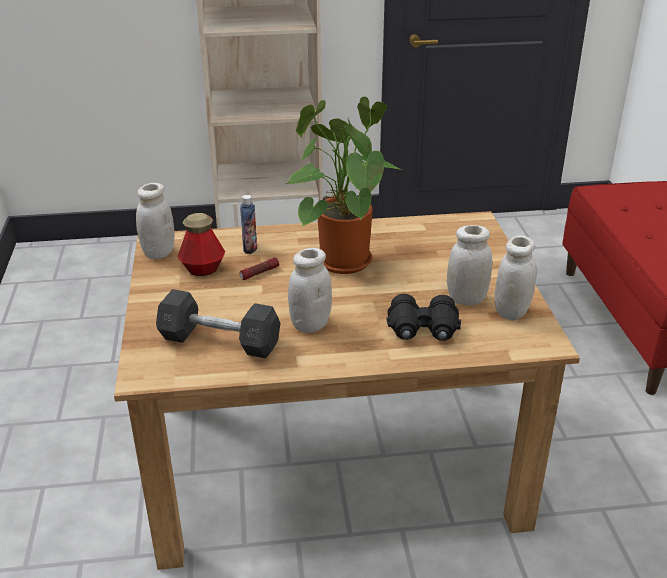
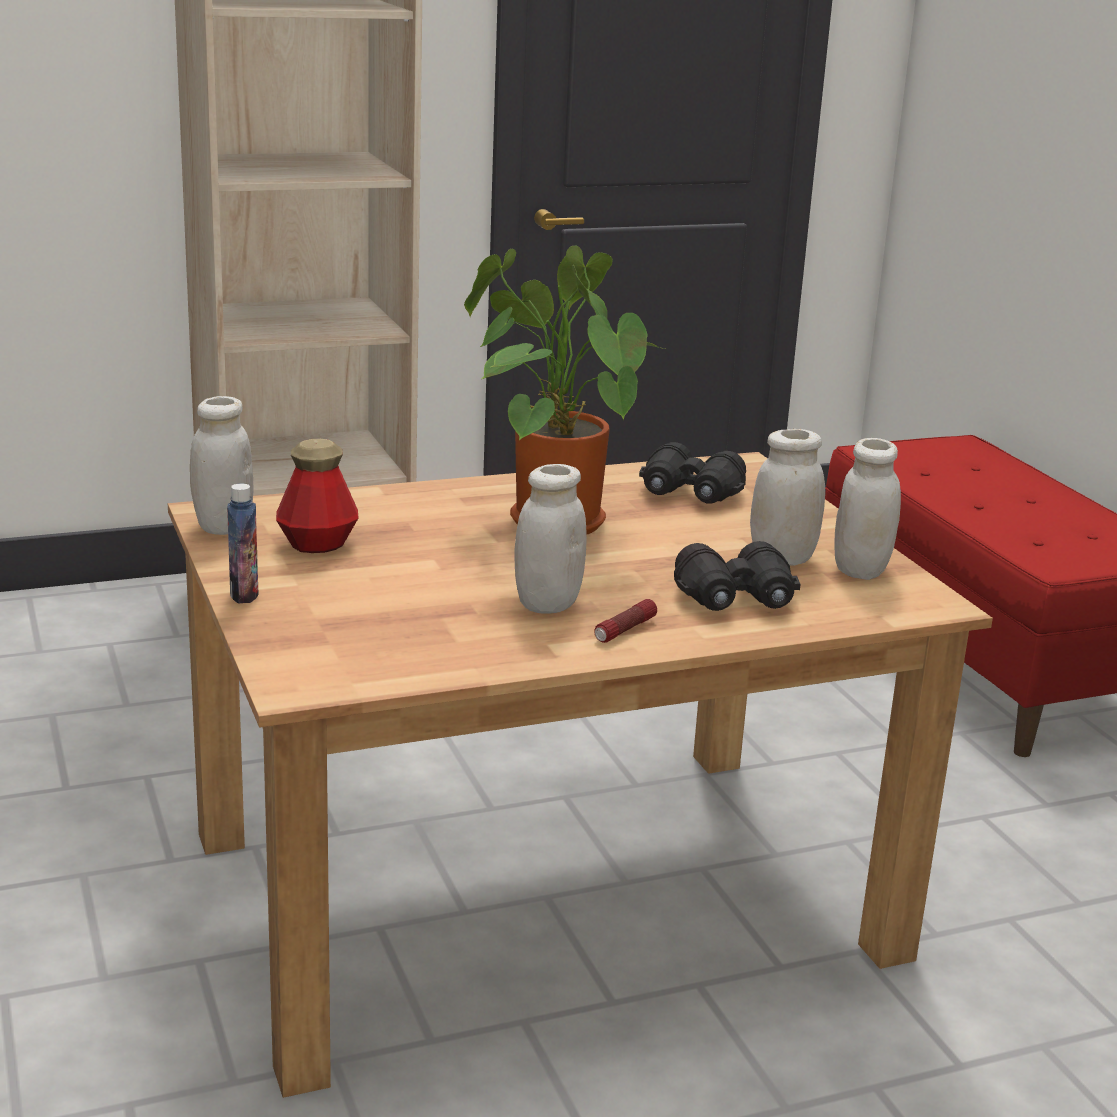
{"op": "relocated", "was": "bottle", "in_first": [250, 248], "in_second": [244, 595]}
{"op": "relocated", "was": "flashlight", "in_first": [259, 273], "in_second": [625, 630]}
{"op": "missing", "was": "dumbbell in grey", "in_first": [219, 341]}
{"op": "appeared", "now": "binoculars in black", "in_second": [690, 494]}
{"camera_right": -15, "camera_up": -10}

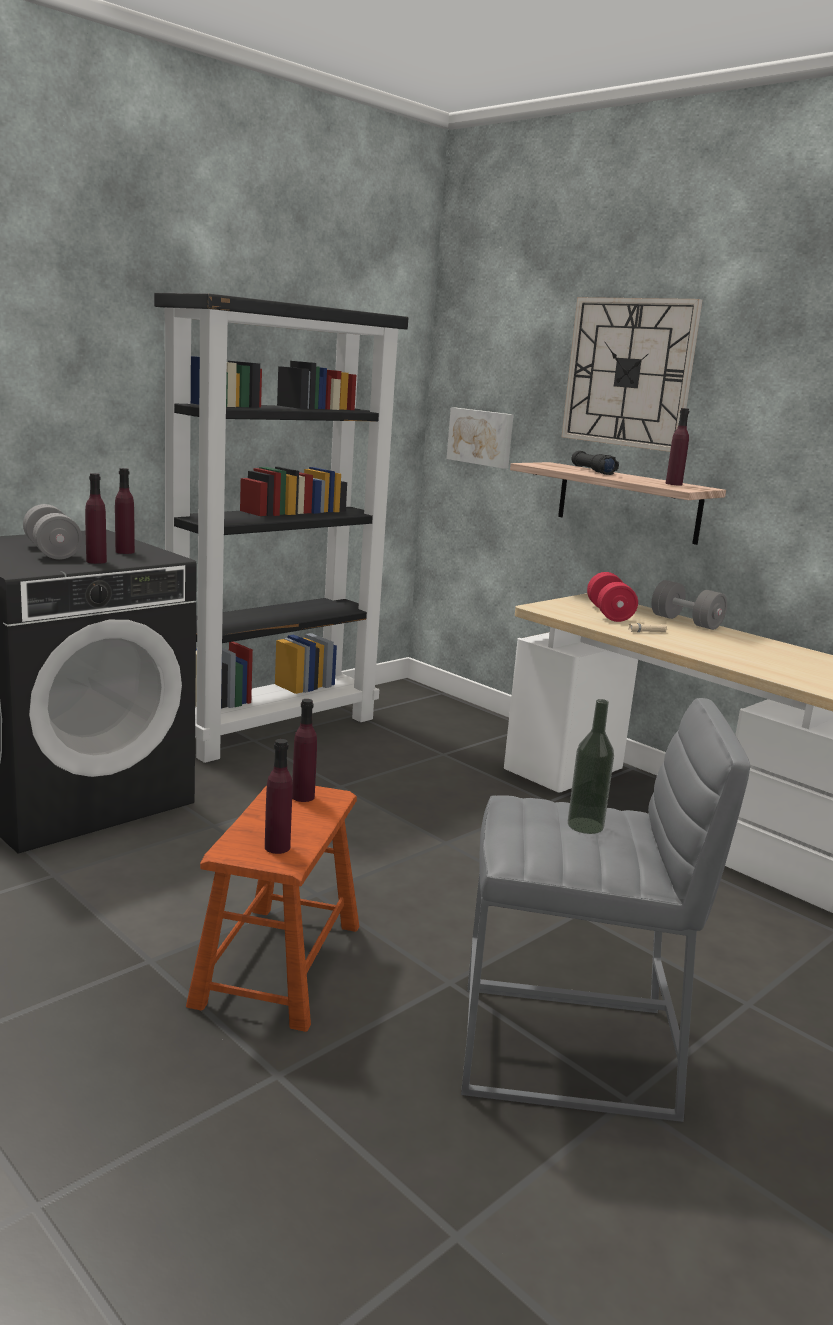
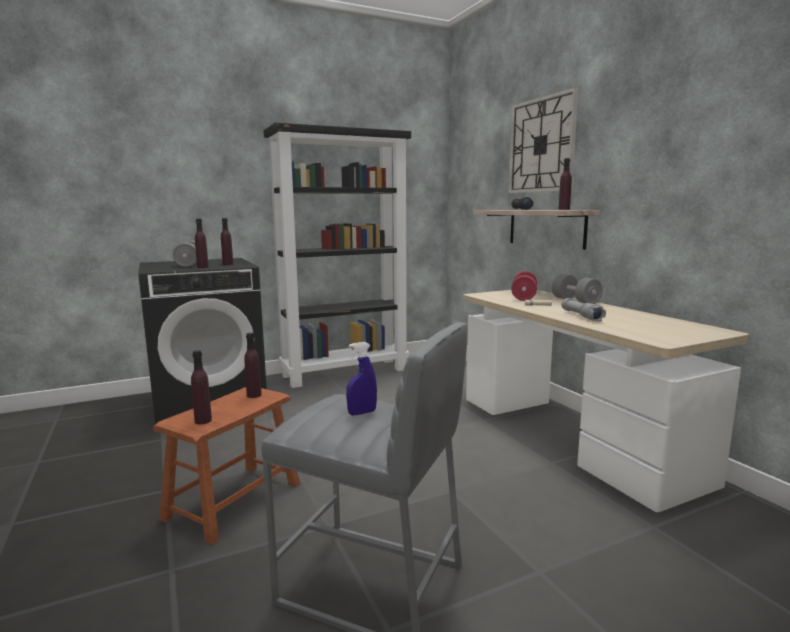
{"op": "missing", "was": "picture", "in_first": [481, 437]}
{"op": "exchanged", "was": "bottle", "now": "spray bottle in blue", "in_first": [585, 825], "in_second": [362, 413]}
{"op": "appeared", "now": "flashlight in grey", "in_second": [581, 316]}
{"camera_right": 20, "camera_up": -5}

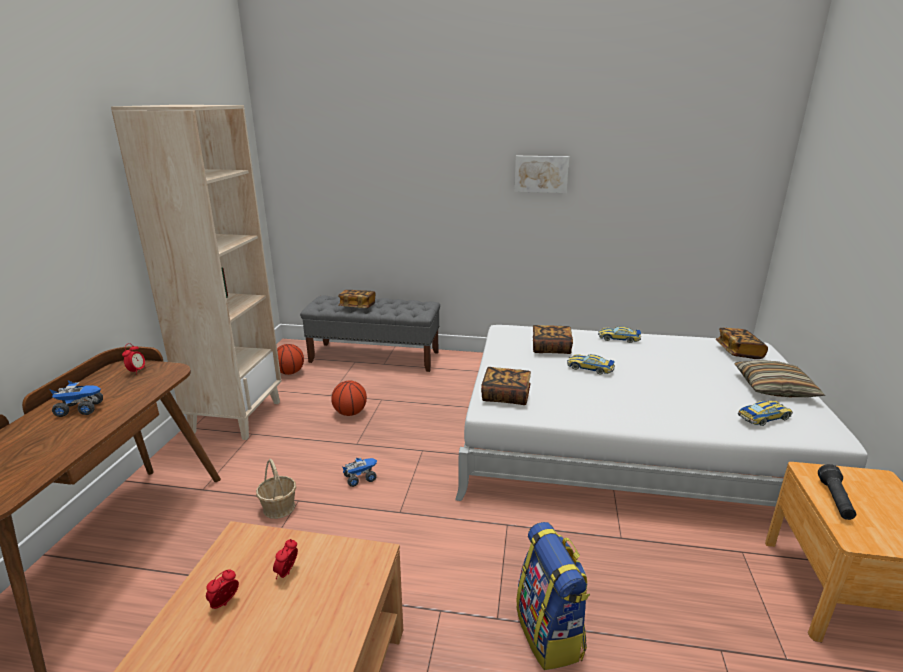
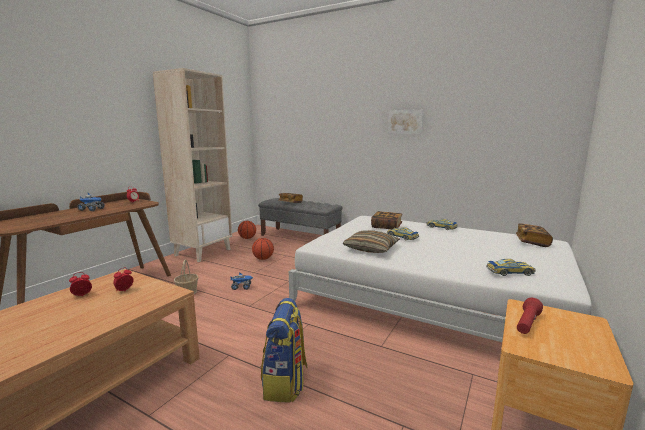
{"op": "relocated", "was": "pillow", "in_first": [774, 388], "in_second": [371, 248]}
{"op": "missing", "was": "book", "in_first": [506, 396]}
{"op": "colour", "was": "flashlight in black", "now": "flashlight in red", "in_first": [835, 500], "in_second": [527, 324]}
{"camera_right": 20, "camera_up": -10}

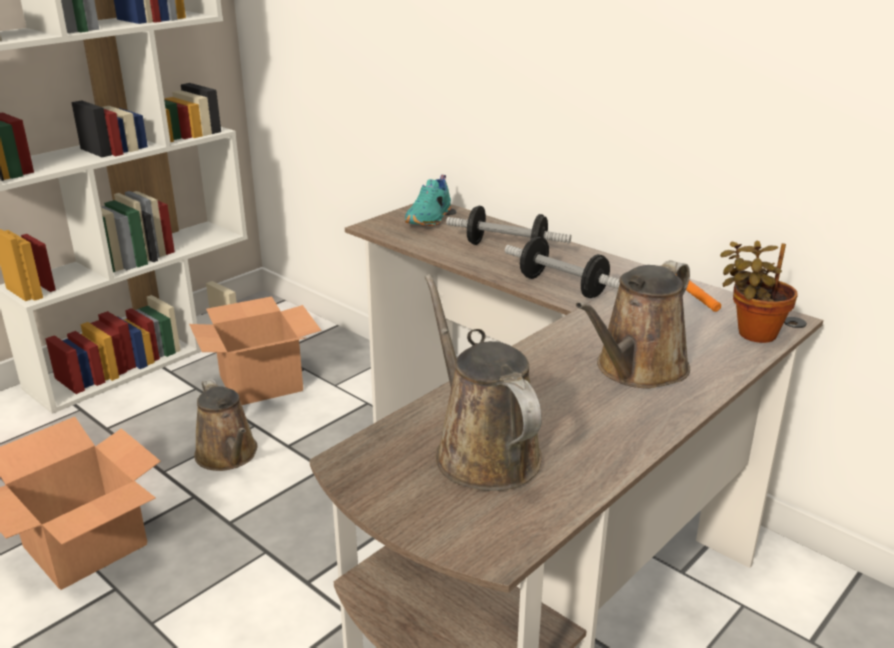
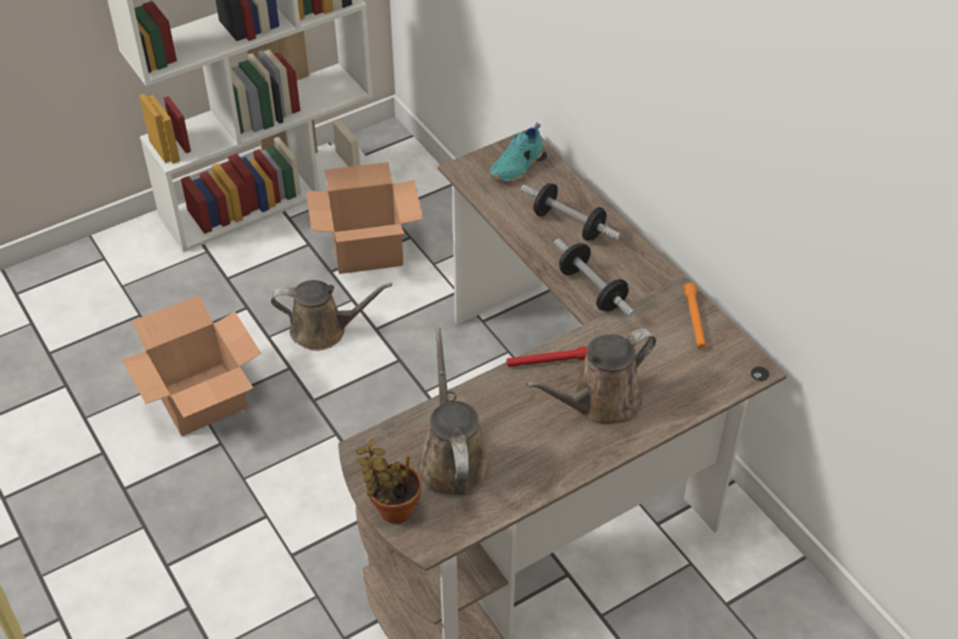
{"op": "relocated", "was": "potted plant", "in_first": [752, 334], "in_second": [392, 509]}
{"op": "spun", "was": "watering can in brown", "in_first": [228, 456], "in_second": [324, 330], "clockwise": -75}
{"op": "appeared", "now": "flashlight in red", "in_second": [548, 361]}
{"camera_right": 15, "camera_up": 20}

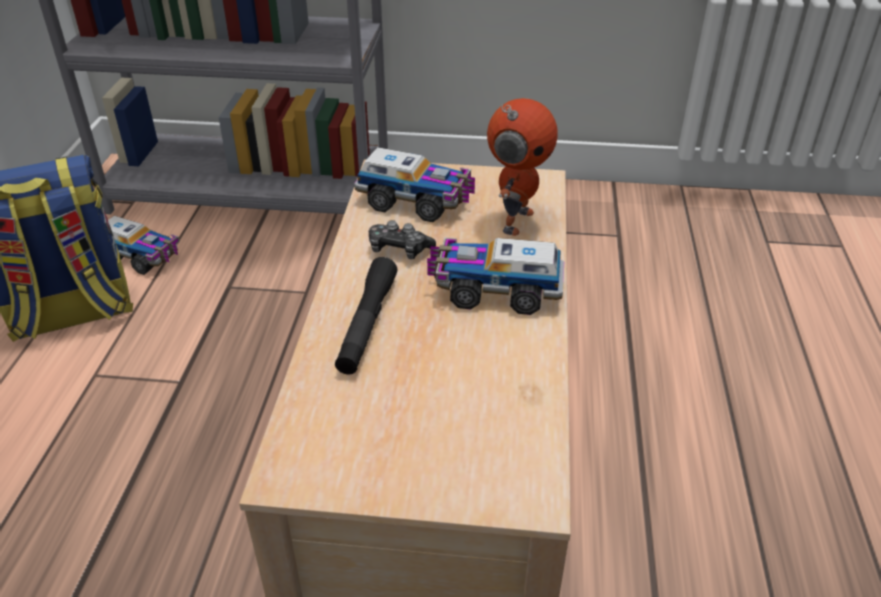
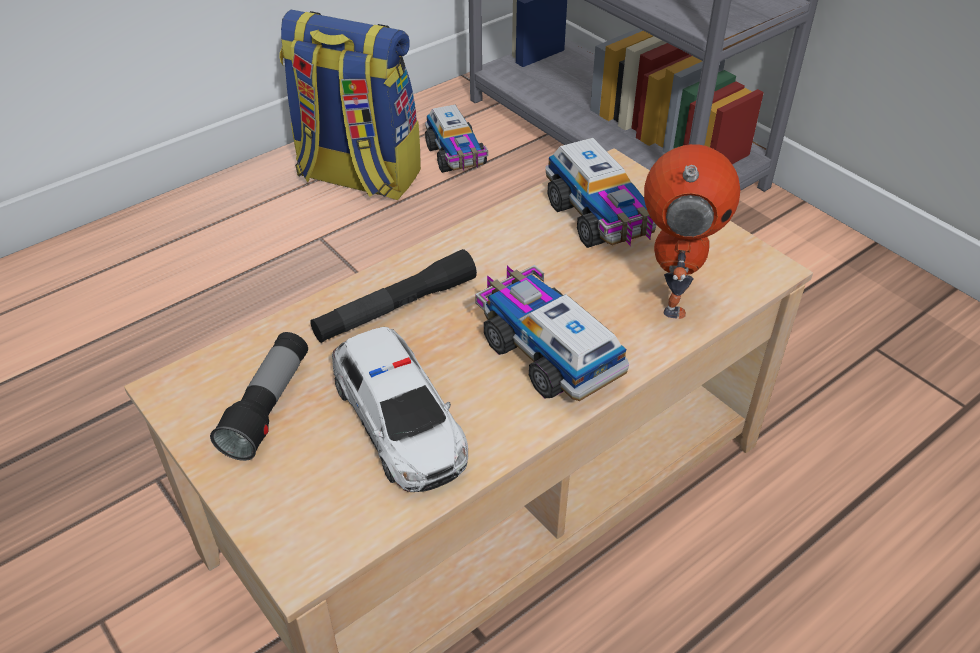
{"op": "spun", "was": "toy robot", "in_first": [515, 220], "in_second": [671, 295], "clockwise": -60}
{"op": "missing", "was": "game controller", "in_first": [399, 249]}
{"op": "appeared", "now": "toy car", "in_second": [400, 421]}
{"op": "appeared", "now": "flashlight", "in_second": [268, 407]}
{"camera_right": 45, "camera_up": 5}

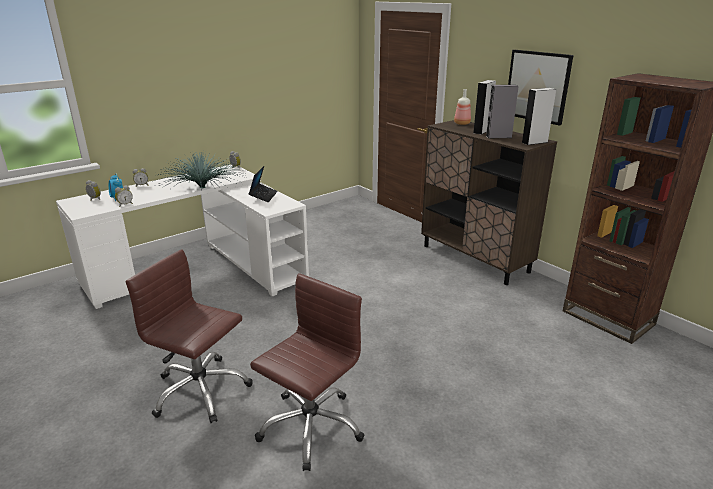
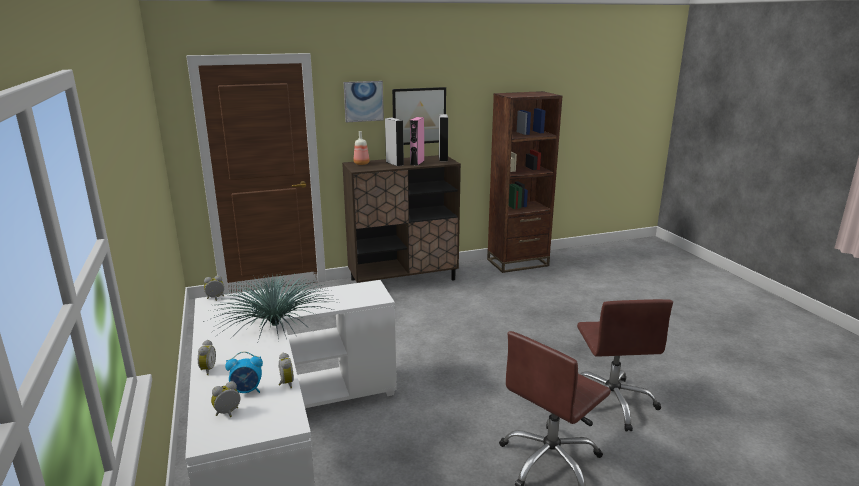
{"op": "colour", "was": "speaker in grey", "now": "speaker in pink", "in_first": [498, 137], "in_second": [417, 162]}
{"op": "missing", "was": "laptop", "in_first": [263, 196]}
{"op": "spun", "was": "office chair in brown", "in_first": [310, 426], "in_second": [611, 402], "clockwise": -150}
{"op": "appeared", "now": "picture", "in_second": [363, 101]}
{"camera_right": -70, "camera_up": -5}

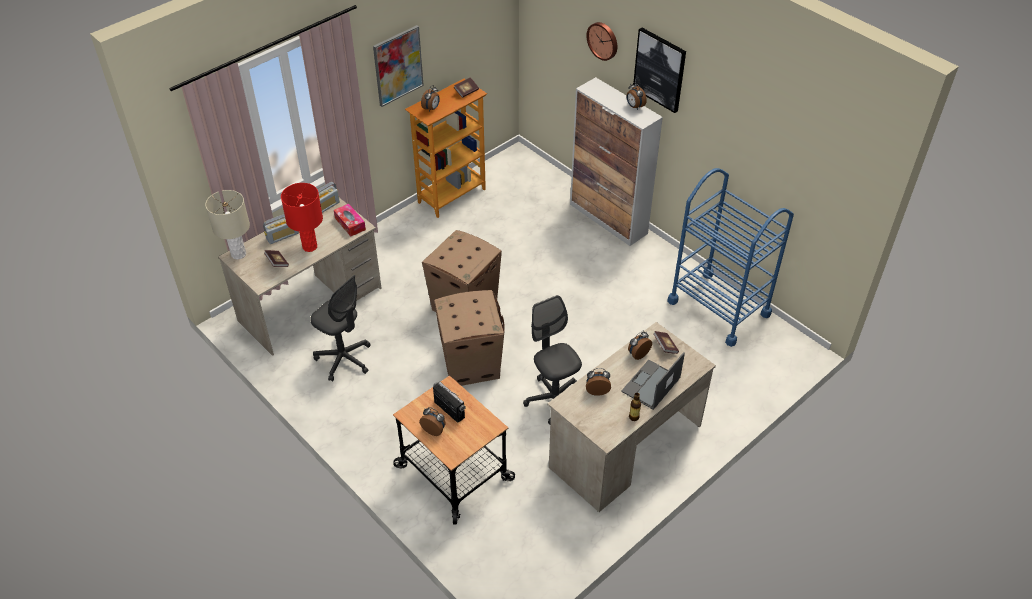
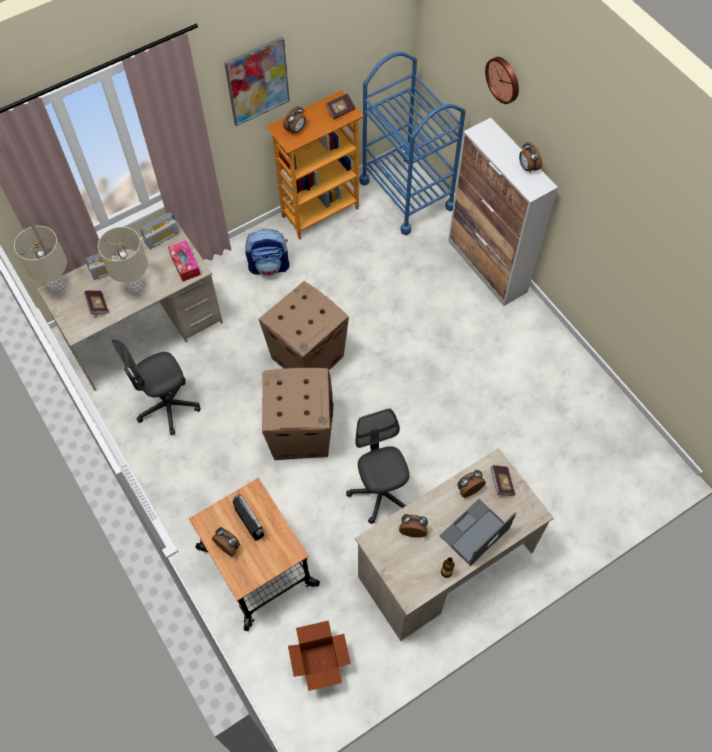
{"op": "missing", "was": "picture", "in_first": [660, 69]}
{"op": "relocated", "was": "cart in blue", "in_first": [718, 308], "in_second": [407, 194]}
{"op": "colour", "was": "table lamp in red", "now": "table lamp in beige", "in_first": [309, 247], "in_second": [136, 289]}
{"op": "spun", "was": "office chair in grey", "in_first": [344, 359], "in_second": [168, 407], "clockwise": 105}
{"op": "appeared", "now": "backpack", "in_second": [269, 266]}
{"op": "appeared", "now": "cardboard box", "in_second": [320, 663]}
{"camera_right": 10, "camera_up": 15}

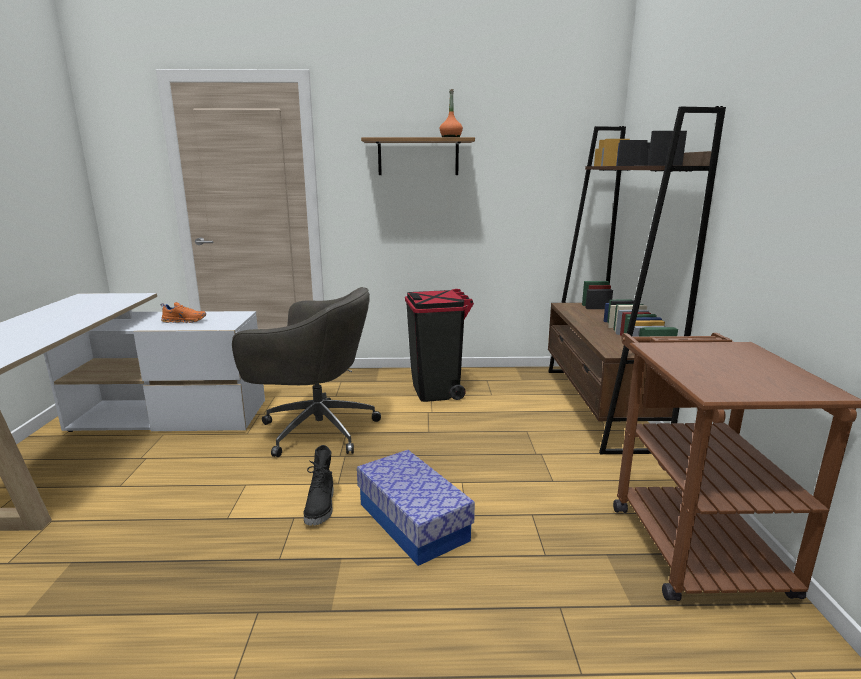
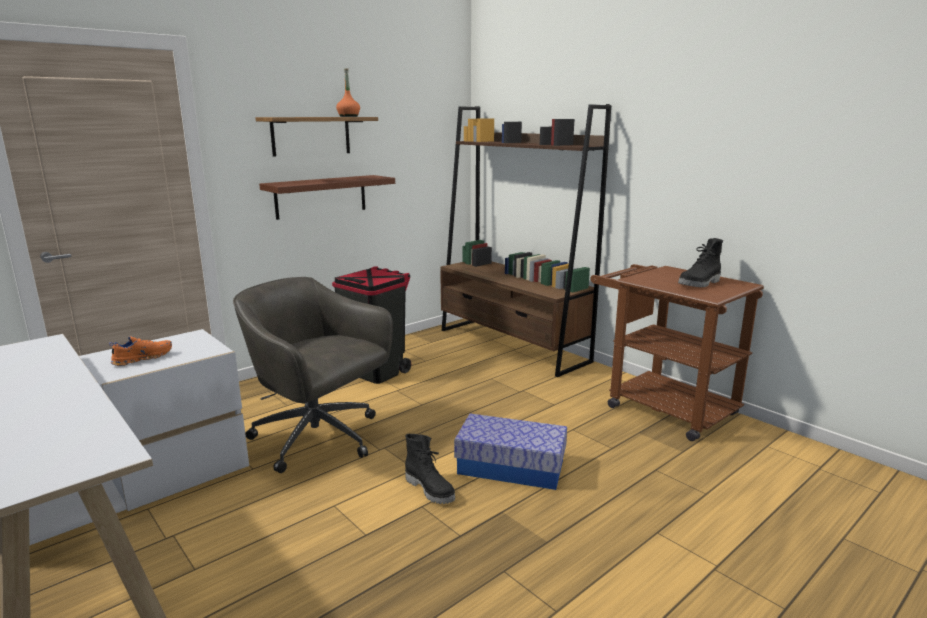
{"op": "spun", "was": "office chair in grey", "in_first": [315, 429], "in_second": [319, 439], "clockwise": -120}
{"op": "appeared", "now": "shelf in brown", "in_second": [321, 196]}
{"op": "appeared", "now": "boot in black", "in_second": [700, 284]}
{"camera_right": -40, "camera_up": 0}

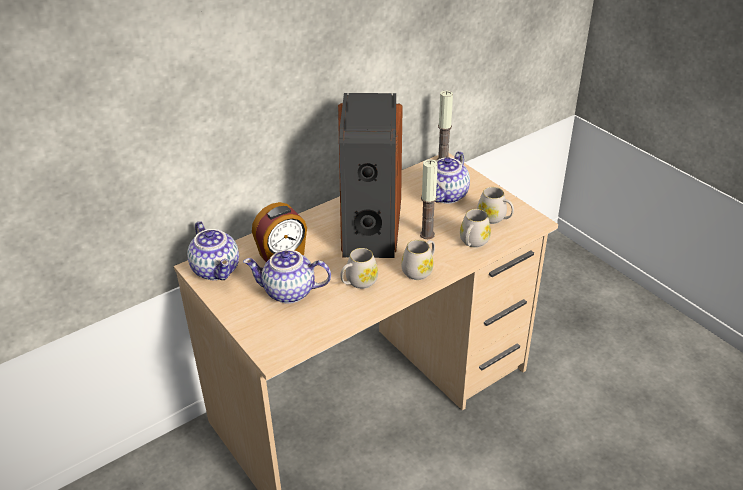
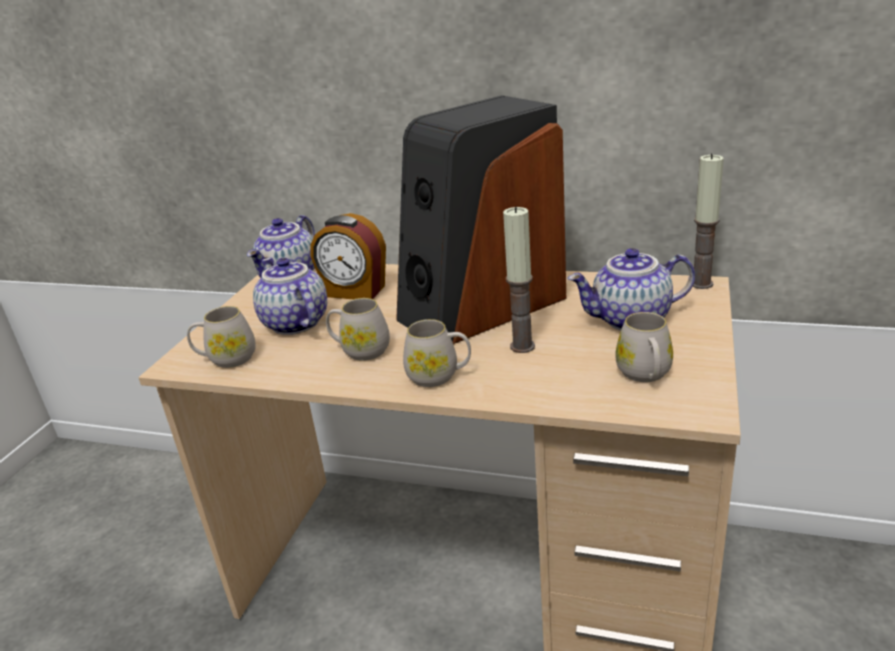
{"op": "relocated", "was": "mug in white", "in_first": [472, 242], "in_second": [227, 359]}
{"camera_right": 55, "camera_up": -10}

